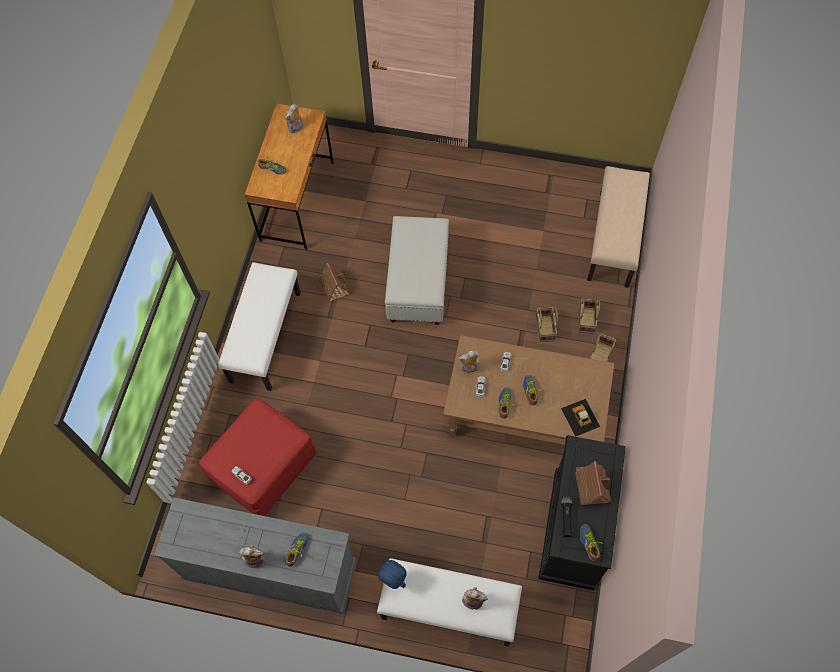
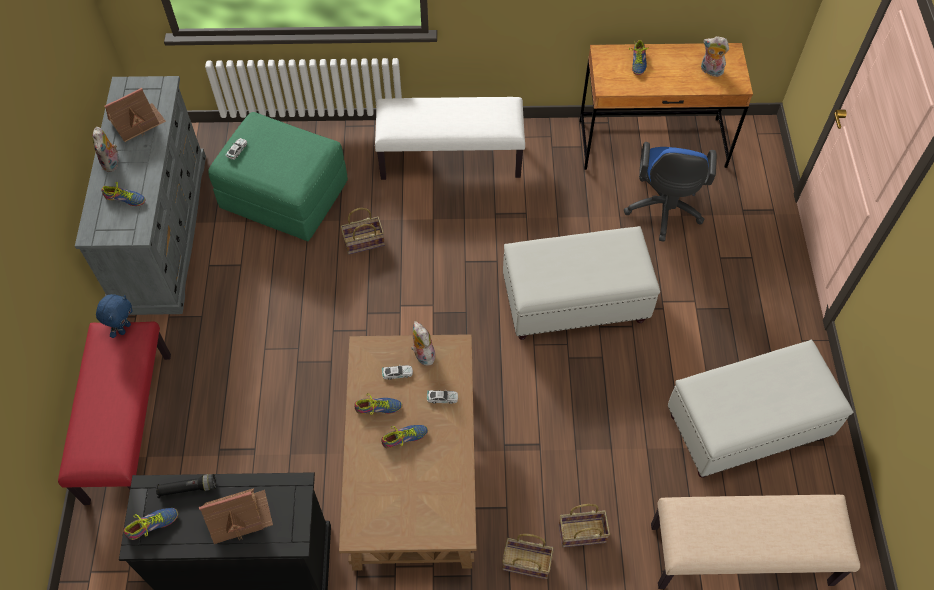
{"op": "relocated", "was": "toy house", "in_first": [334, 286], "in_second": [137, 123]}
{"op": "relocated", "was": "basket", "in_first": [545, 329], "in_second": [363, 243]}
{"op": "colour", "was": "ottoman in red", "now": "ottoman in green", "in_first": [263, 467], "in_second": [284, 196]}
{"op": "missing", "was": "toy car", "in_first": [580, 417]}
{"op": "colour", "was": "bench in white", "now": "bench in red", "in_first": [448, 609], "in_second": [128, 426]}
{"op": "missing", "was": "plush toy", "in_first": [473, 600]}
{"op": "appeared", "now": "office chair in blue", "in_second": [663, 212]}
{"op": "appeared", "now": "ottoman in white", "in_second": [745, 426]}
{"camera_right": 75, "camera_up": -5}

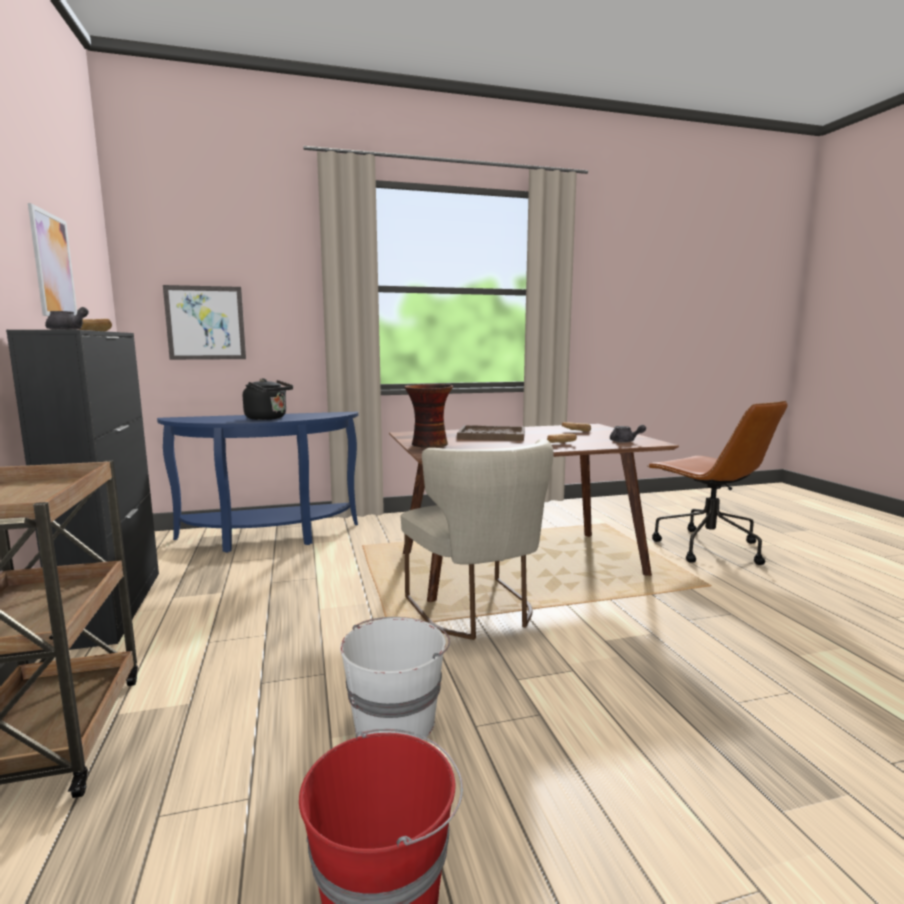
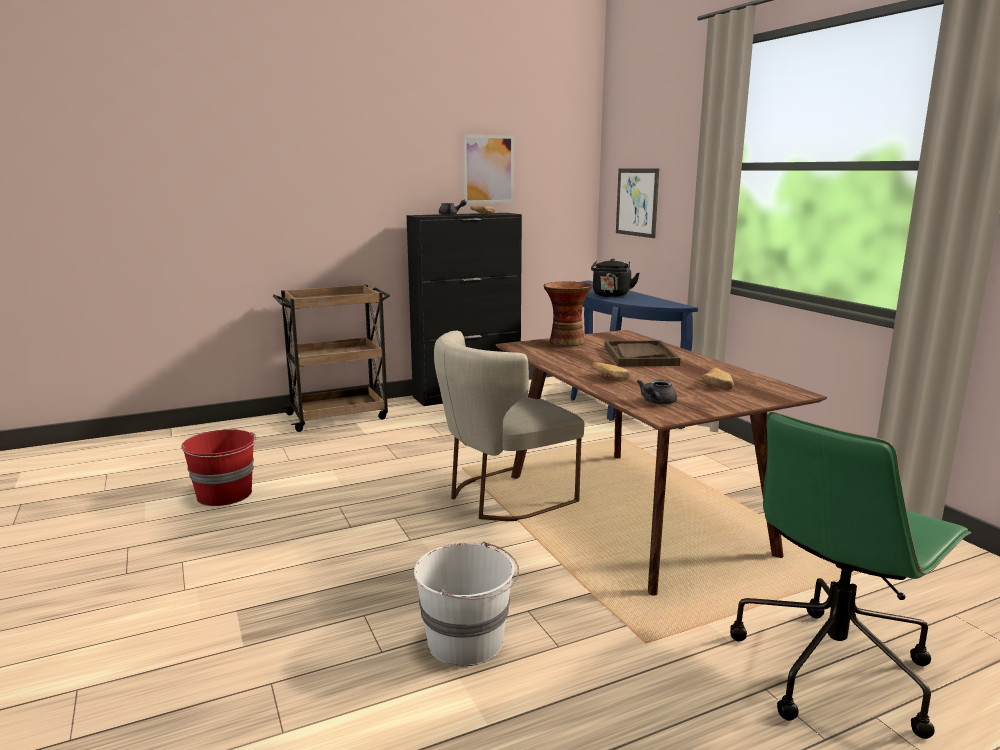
{"op": "colour", "was": "office chair in brown", "now": "office chair in green", "in_first": [707, 547], "in_second": [833, 668]}
{"op": "relocated", "was": "bucket in white", "in_first": [396, 720], "in_second": [467, 641]}
{"camera_right": 80, "camera_up": 5}

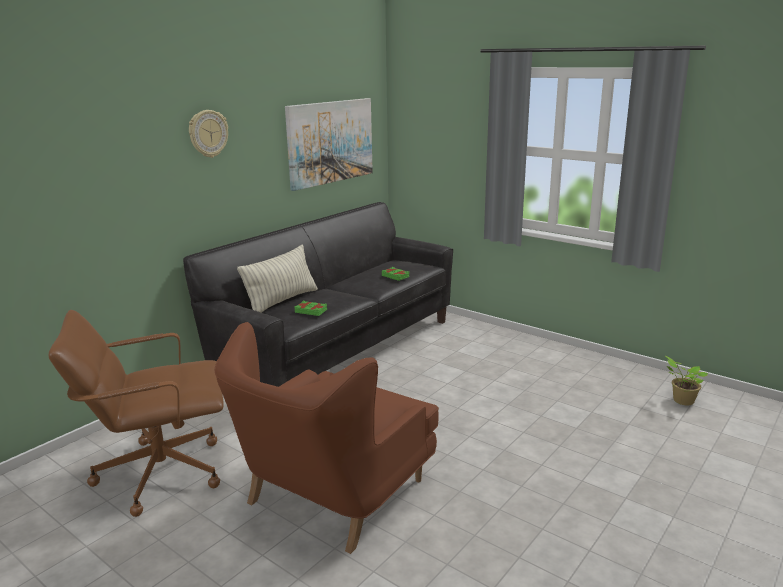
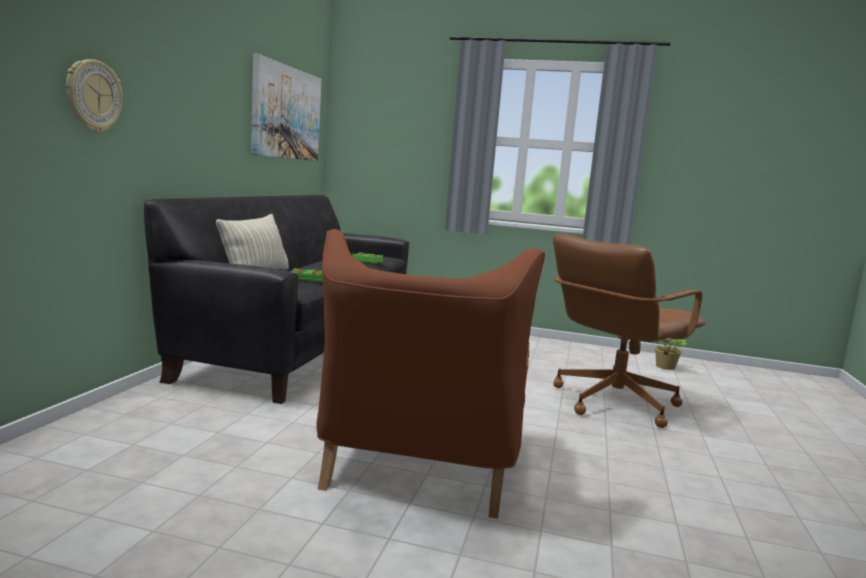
{"op": "relocated", "was": "wall clock", "in_first": [208, 133], "in_second": [93, 96]}
{"op": "relocated", "was": "office chair in brown", "in_first": [159, 473], "in_second": [613, 402]}
{"camera_right": -25, "camera_up": -10}

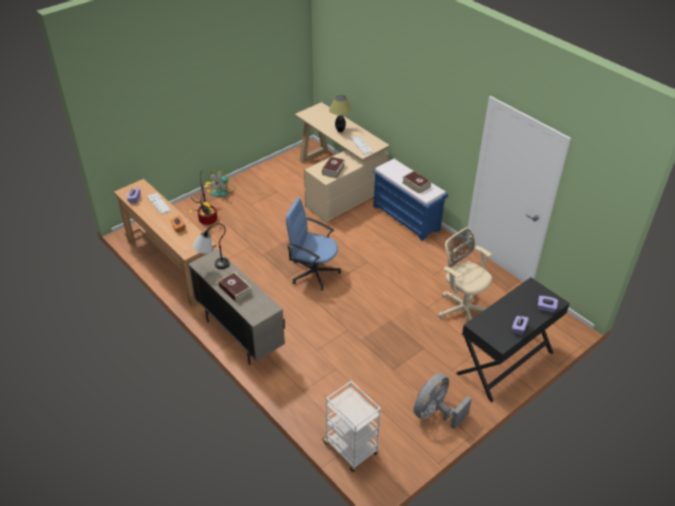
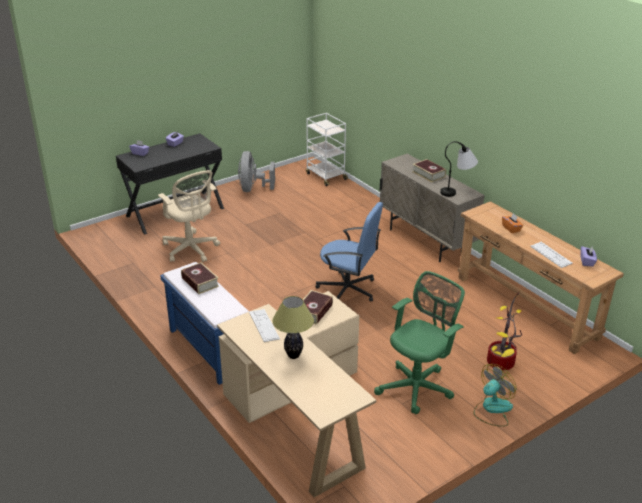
{"op": "spun", "was": "fan in grey", "in_first": [435, 413], "in_second": [253, 189], "clockwise": 135}
{"op": "appeared", "now": "office chair in green", "in_second": [417, 387]}
{"camera_right": -175, "camera_up": -10}

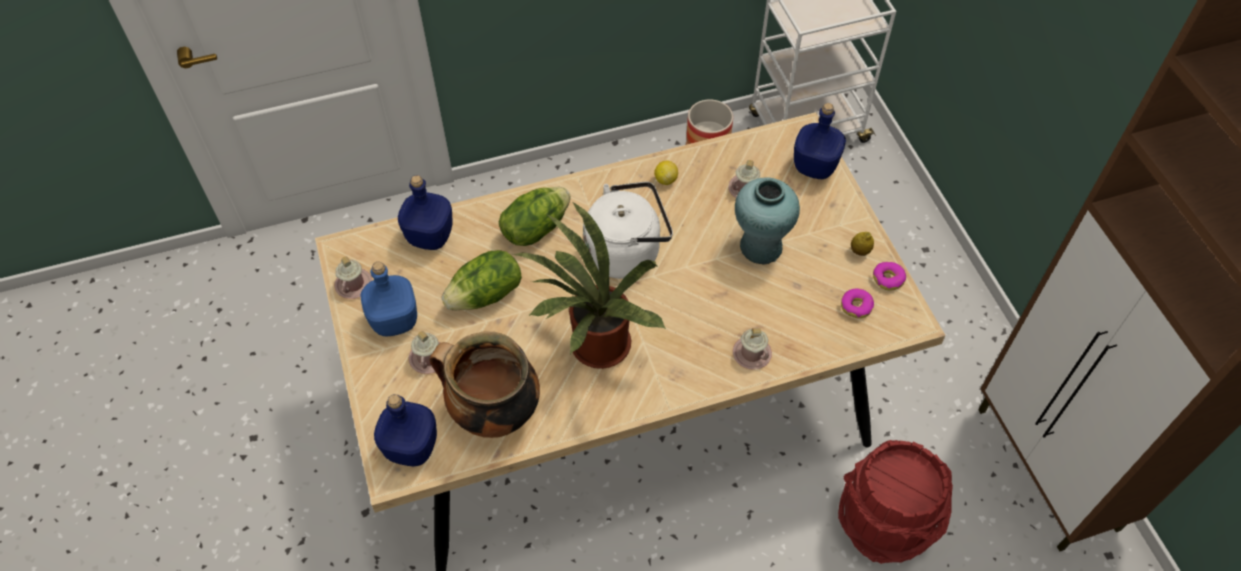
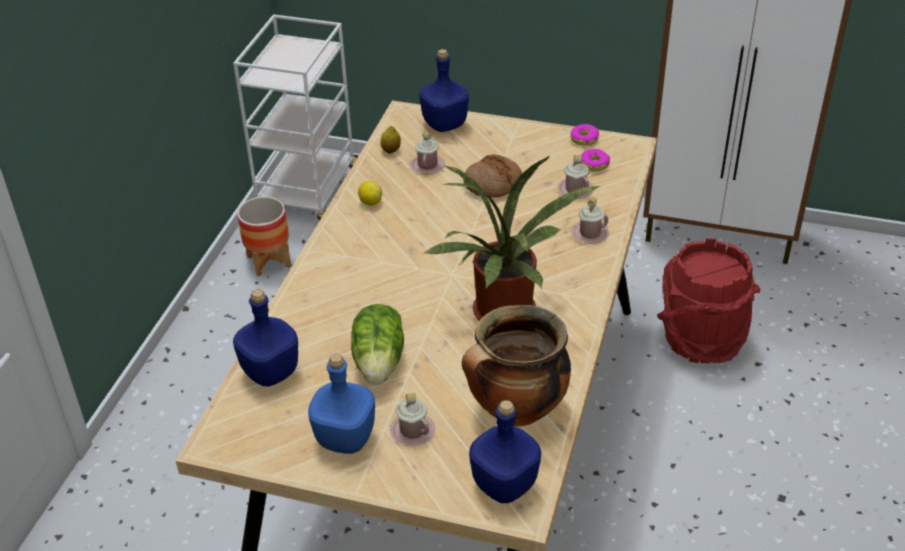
{"op": "exchanged", "was": "vase in turquoise", "now": "bread", "in_first": [760, 247], "in_second": [493, 184]}
{"op": "missing", "was": "kettle in white", "in_first": [626, 252]}
{"op": "missing", "was": "lettuce", "in_first": [535, 228]}
{"op": "relocated", "was": "lemon", "in_first": [860, 251], "in_second": [391, 150]}
{"op": "relocated", "was": "mug in pink", "in_first": [353, 284], "in_second": [575, 190]}
{"camera_right": -55, "camera_up": -15}

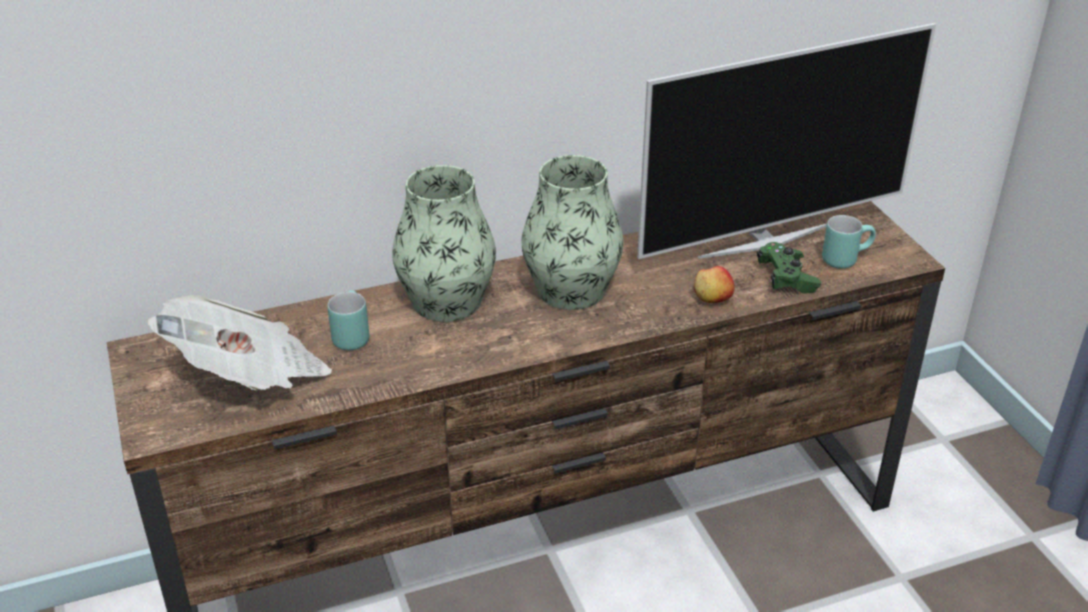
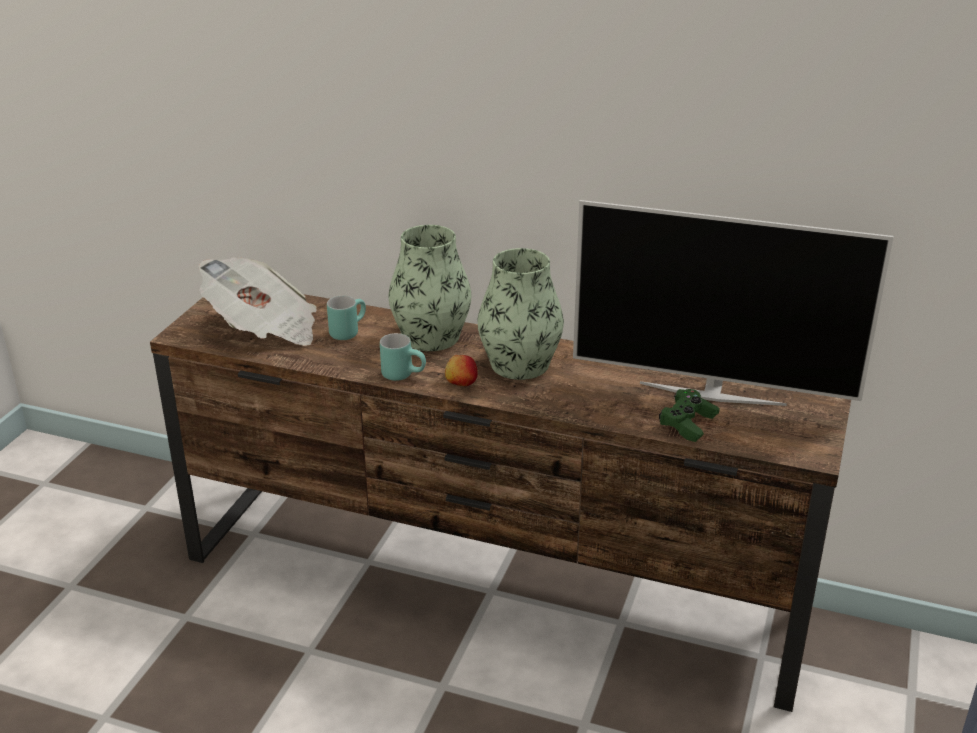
{"op": "relocated", "was": "mug in turquoise", "in_first": [845, 258], "in_second": [404, 374]}
{"op": "relocated", "was": "apple", "in_first": [712, 299], "in_second": [461, 383]}
{"camera_right": 40, "camera_up": -5}

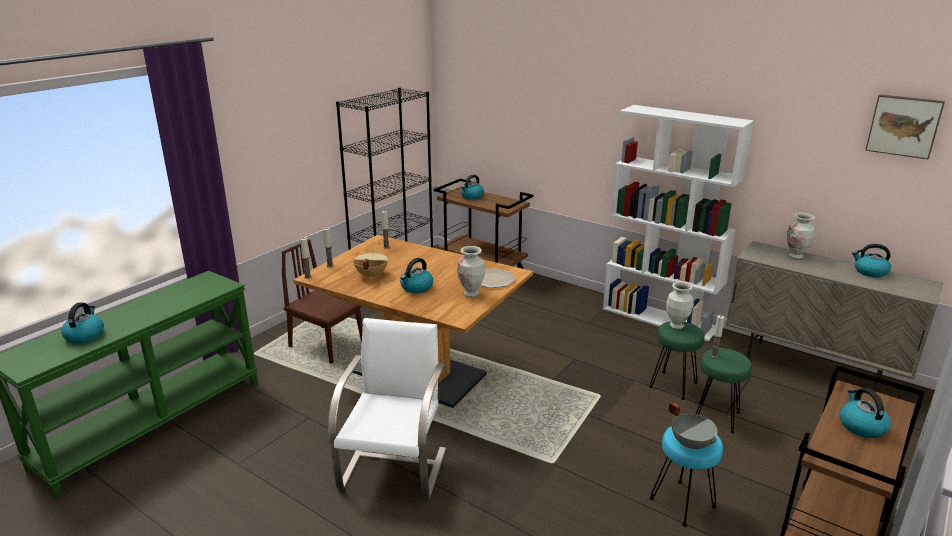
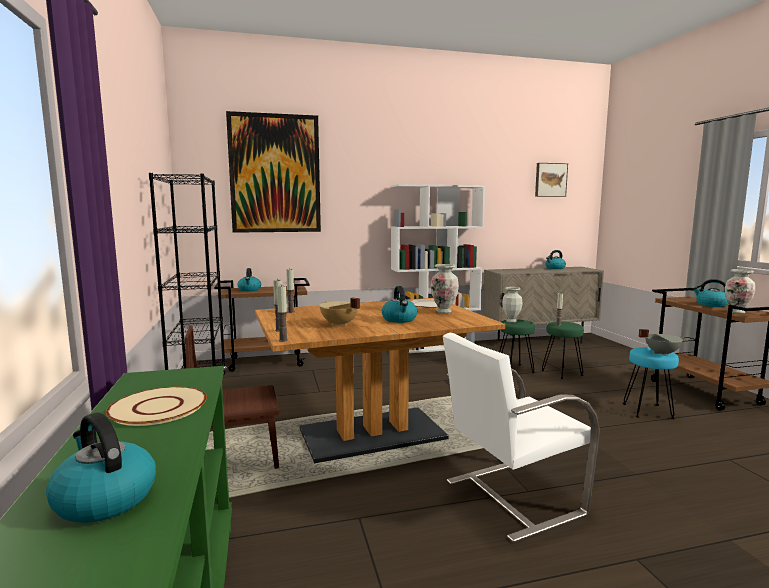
{"op": "relocated", "was": "vase", "in_first": [796, 256], "in_second": [736, 312]}
{"op": "spun", "was": "chair in white", "in_first": [394, 467], "in_second": [510, 497], "clockwise": -75}
{"op": "appeared", "now": "picture", "in_second": [275, 174]}
{"op": "appeared", "now": "plate in beige", "in_second": [158, 407]}
{"camera_right": -50, "camera_up": -15}

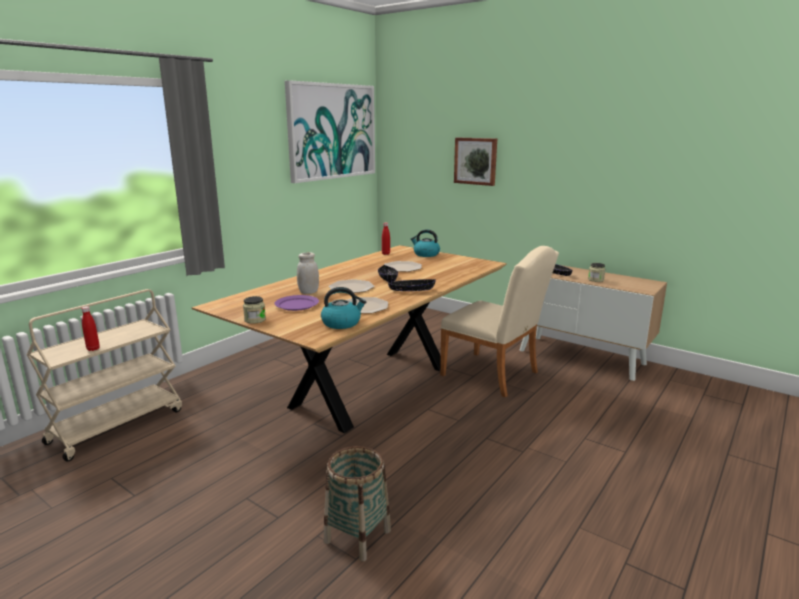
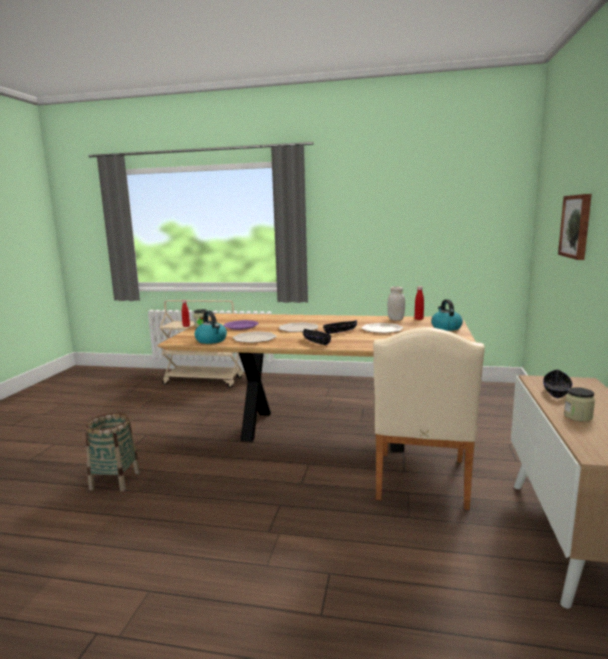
{"op": "missing", "was": "picture", "in_first": [332, 131]}
{"op": "relocated", "was": "jar in white", "in_first": [308, 292], "in_second": [396, 319]}
{"camera_right": 65, "camera_up": -5}

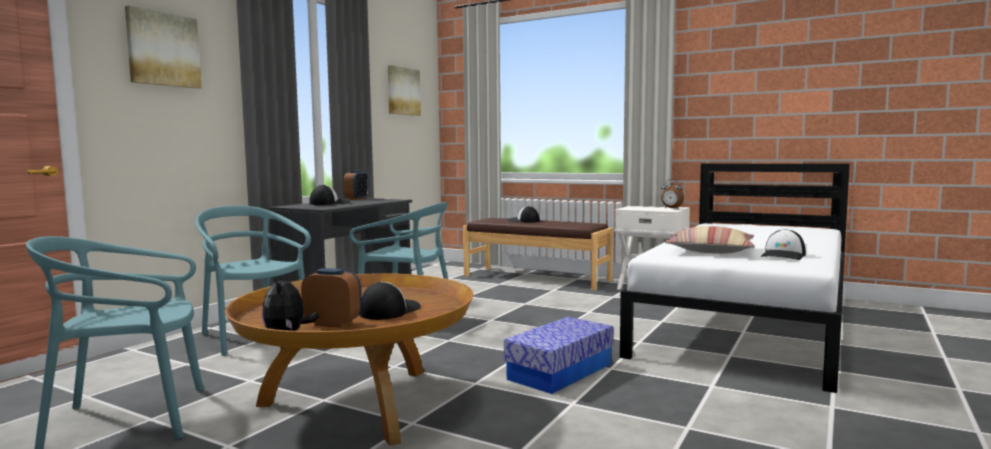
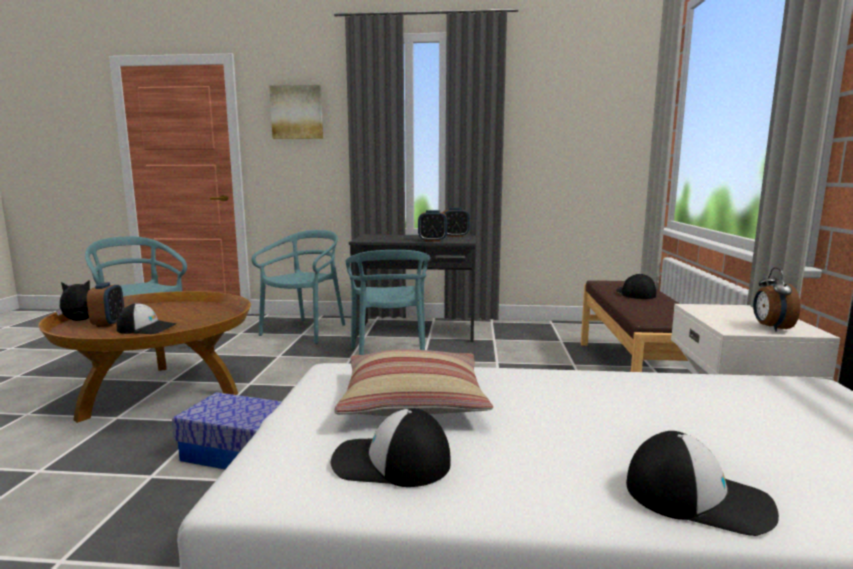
{"op": "missing", "was": "picture", "in_first": [403, 91]}
{"op": "relocated", "was": "cap", "in_first": [330, 203], "in_second": [698, 497]}
{"op": "appeared", "now": "alarm clock", "in_second": [432, 240]}
{"camera_right": 65, "camera_up": 5}

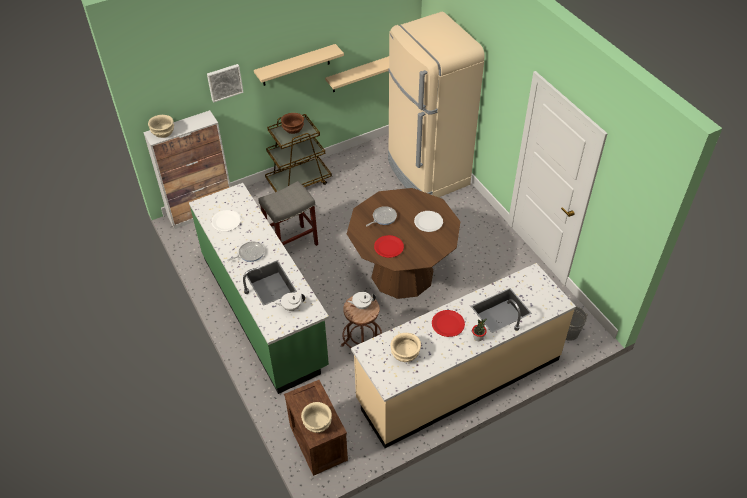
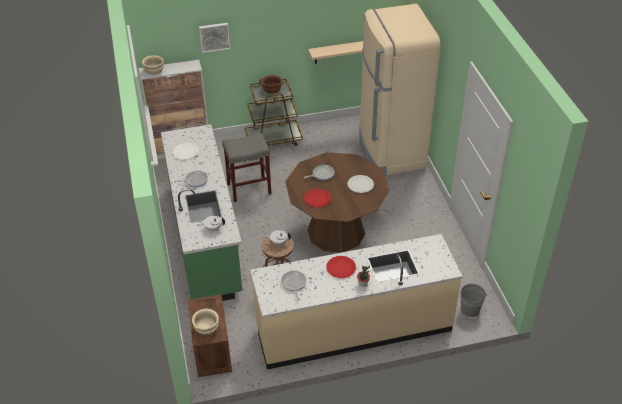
{"op": "missing", "was": "shelf in beige", "in_first": [296, 65]}
{"op": "exchanged", "was": "bowl in beige", "now": "frying pan", "in_first": [405, 354], "in_second": [293, 284]}
{"camera_right": 15, "camera_up": -5}

